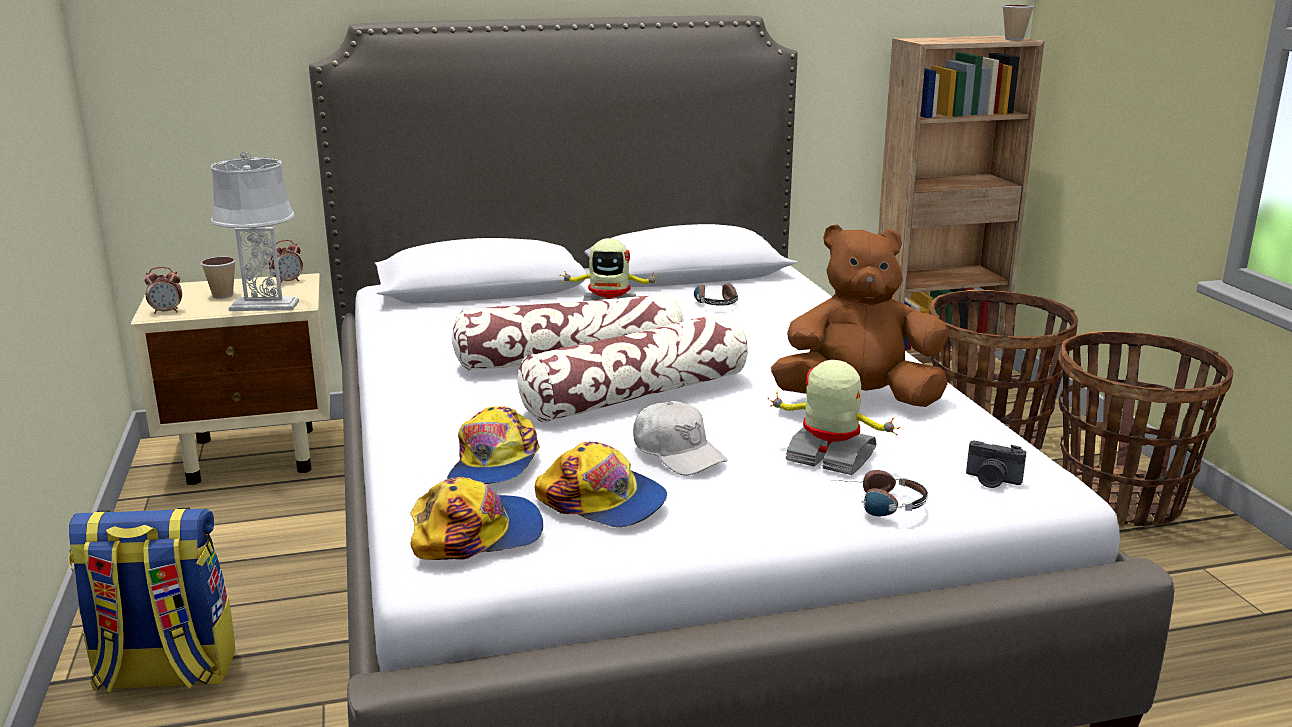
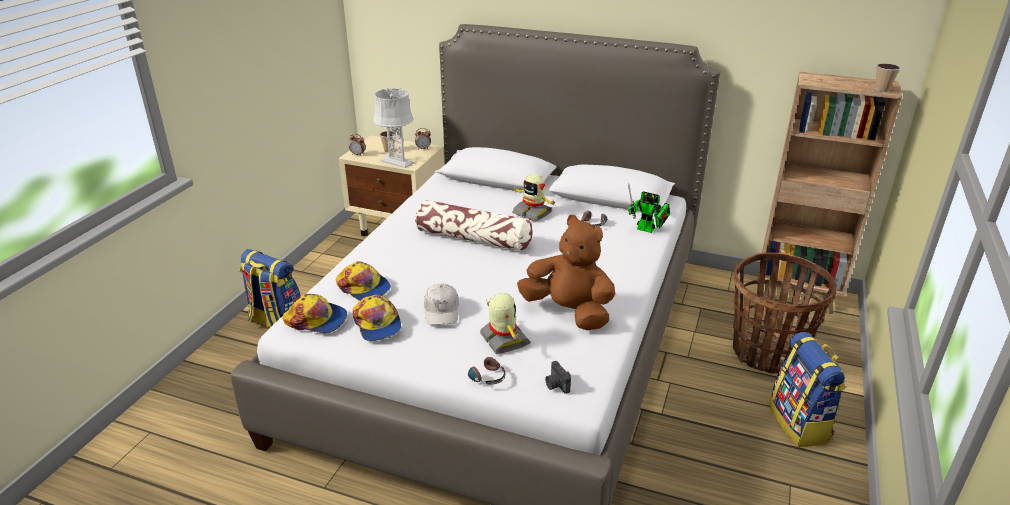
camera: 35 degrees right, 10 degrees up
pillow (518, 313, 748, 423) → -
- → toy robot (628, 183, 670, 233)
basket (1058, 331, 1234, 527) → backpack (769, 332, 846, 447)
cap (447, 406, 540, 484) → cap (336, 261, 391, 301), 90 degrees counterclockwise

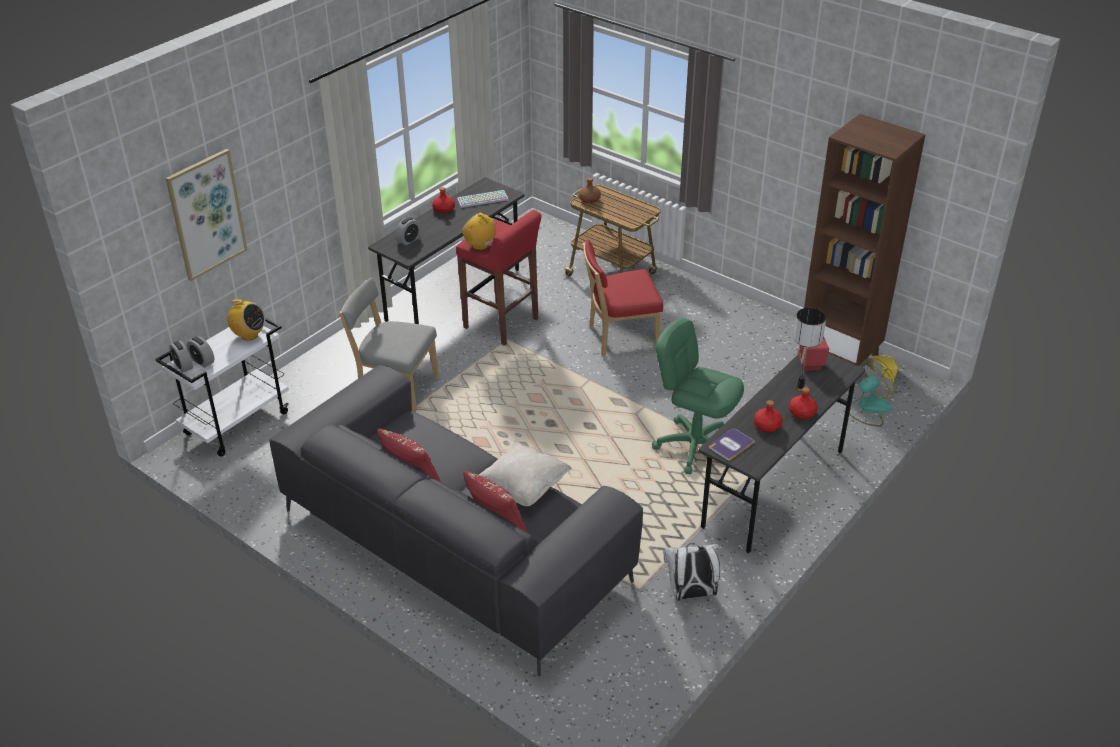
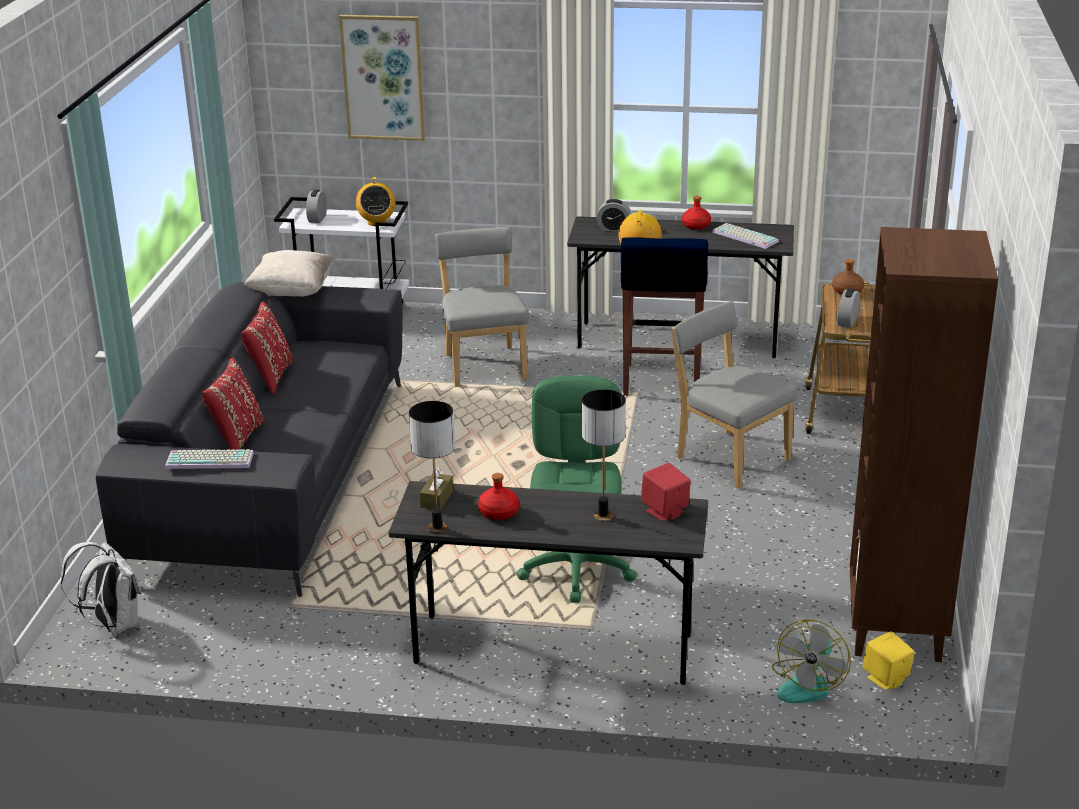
camera: 60 degrees right, 10 degrees down
red bottle (789, 387, 818, 419) → -
- → keyboard (165, 449, 254, 469)
- → table lamp (409, 401, 455, 534)
alarm clock (169, 341, 193, 373) → alarm clock (837, 288, 860, 328), moved
beige pillow (479, 440, 572, 506) → beige pillow (244, 250, 335, 297), moved
white backpack (664, 543, 720, 601) → white backpack (61, 542, 141, 634), moved
book (709, 428, 755, 461) → brown tissue box (420, 469, 453, 509)
red stool (456, 210, 542, 346) → blue stool (621, 237, 708, 396)
red chair (582, 239, 663, 357) → grey chair (671, 302, 798, 489)
fan (849, 358, 896, 426) → fan (772, 619, 851, 703), 90 degrees clockwise

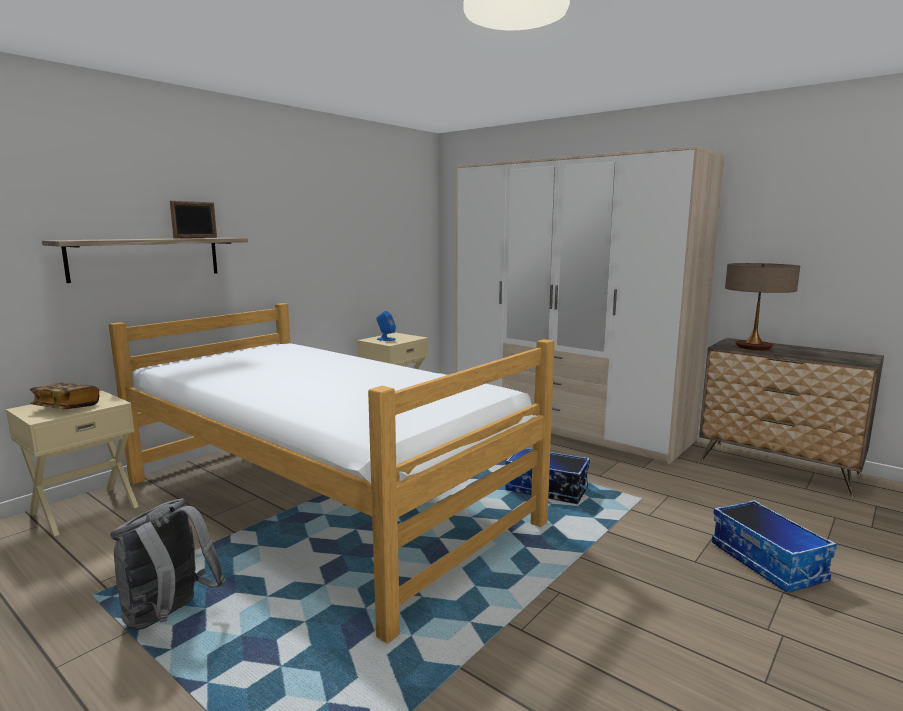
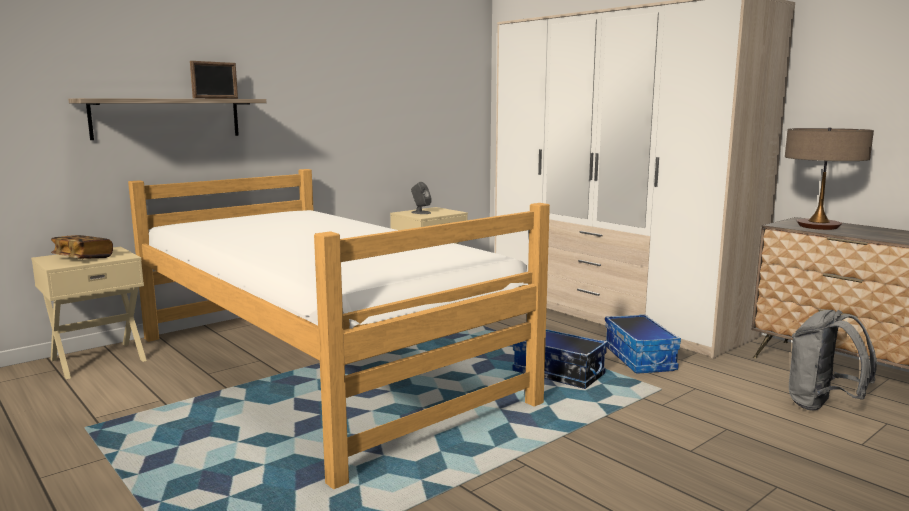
camera: 10 degrees right, 0 degrees up
grey backpack (110, 498, 226, 630) → grey backpack (789, 310, 877, 411), moved
storage box (712, 500, 837, 593) → storage box (605, 314, 681, 374), moved
blue speaker (376, 311, 396, 341) → grey speaker (411, 182, 432, 214)

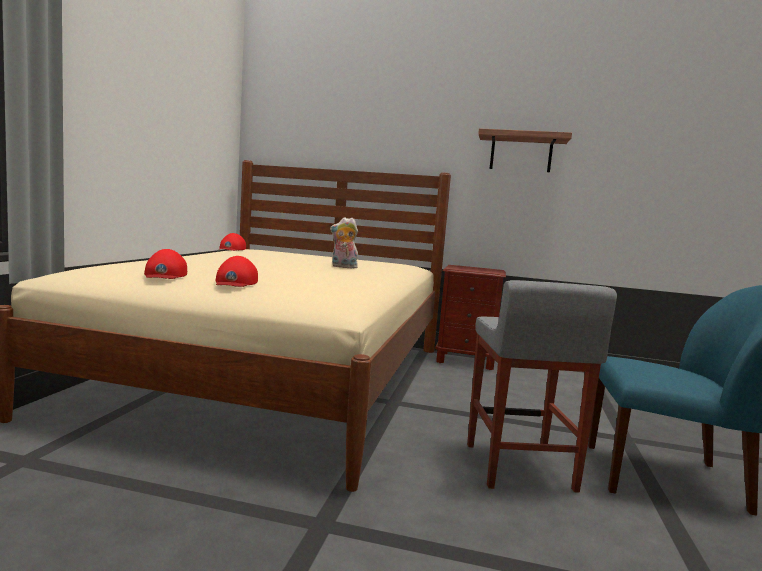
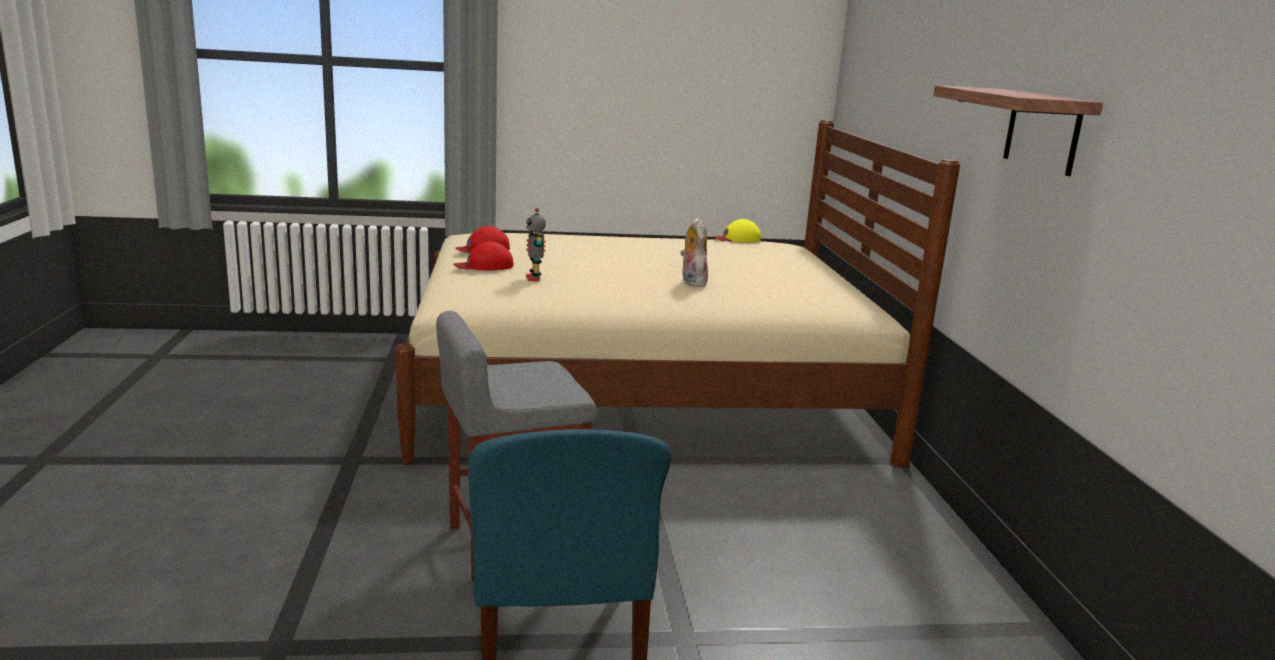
camera: 70 degrees right, 10 degrees up
brown nightstand (435, 265, 506, 370) → -
- → toy robot (526, 208, 546, 281)
red cap (220, 233, 246, 251) → yellow cap (713, 219, 761, 243)

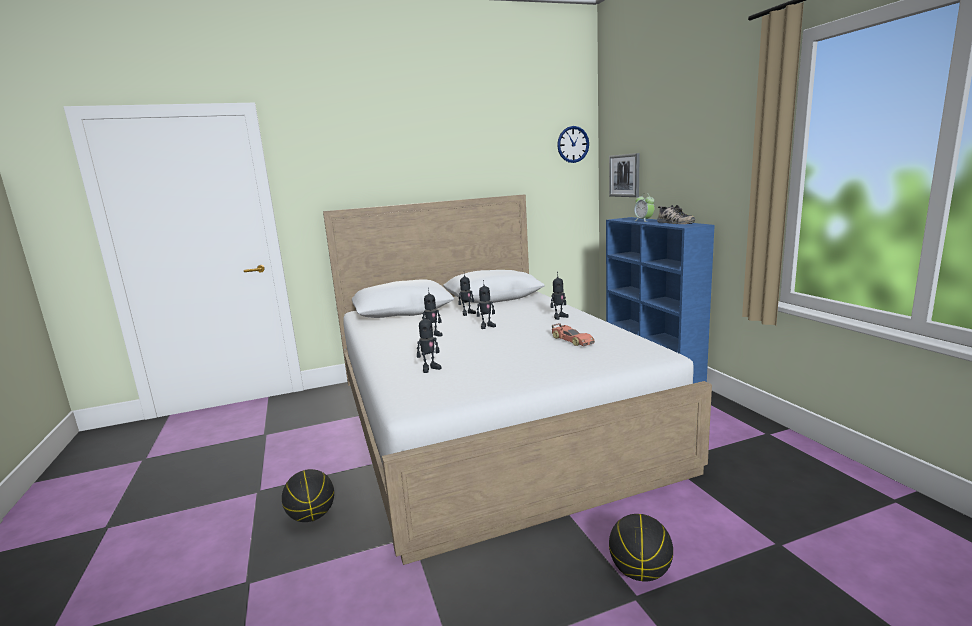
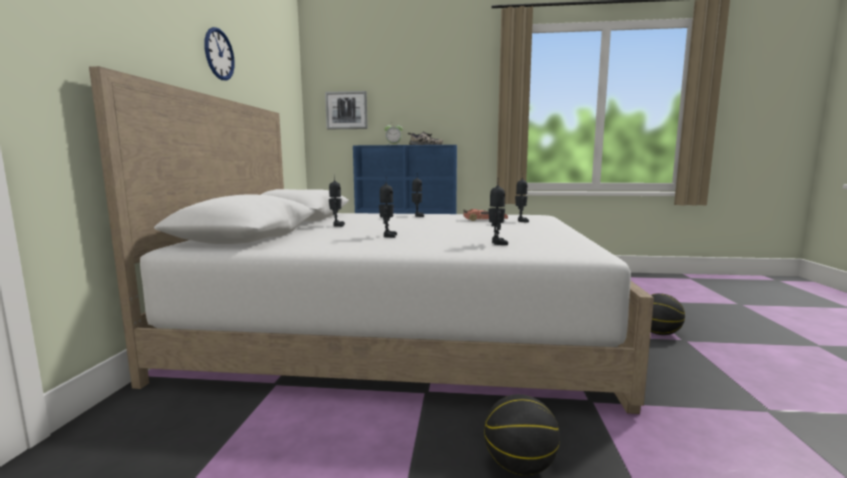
camera: 65 degrees left, 5 degrees down
toy robot (477, 280, 496, 329) → toy robot (515, 173, 529, 222), moved
wall clock (557, 126, 589, 163) → wall clock (204, 27, 234, 80), moved

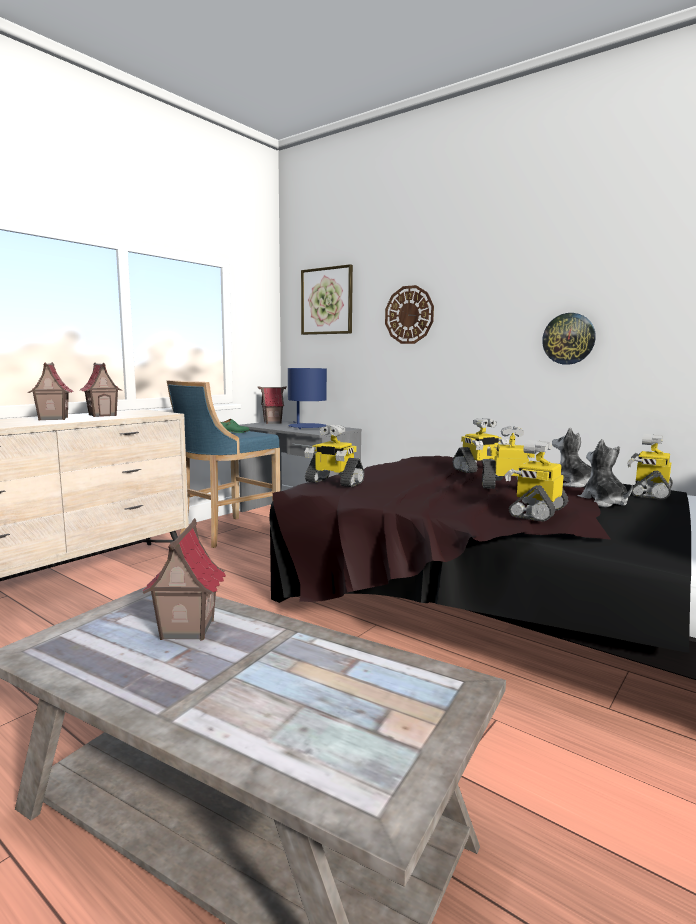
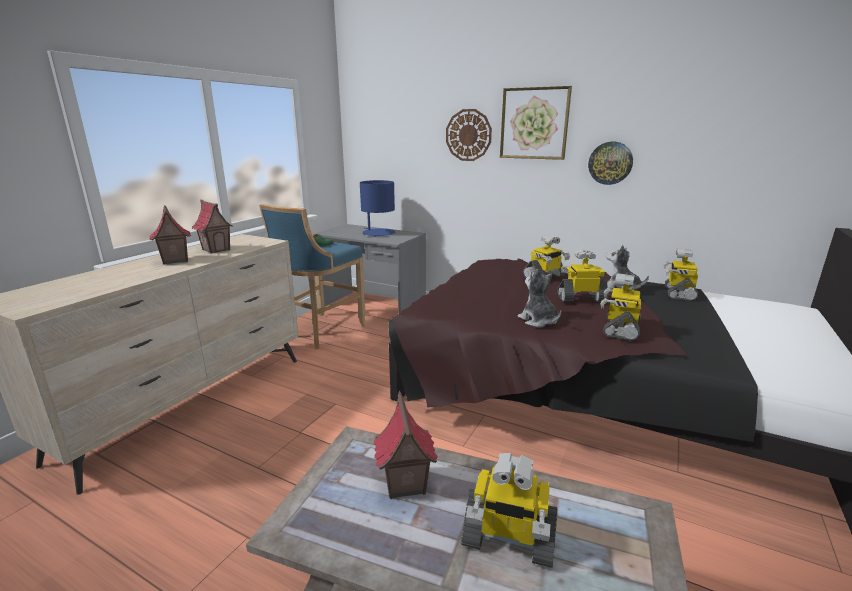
camera: 10 degrees left, 10 degrees up
toy house (258, 386, 287, 424) → -
picture (301, 264, 353, 335) → picture (500, 86, 572, 160), moved
toy robot (304, 425, 364, 487) → toy robot (461, 453, 558, 568), moved
plush toy (578, 439, 633, 507) → plush toy (518, 269, 561, 328), moved

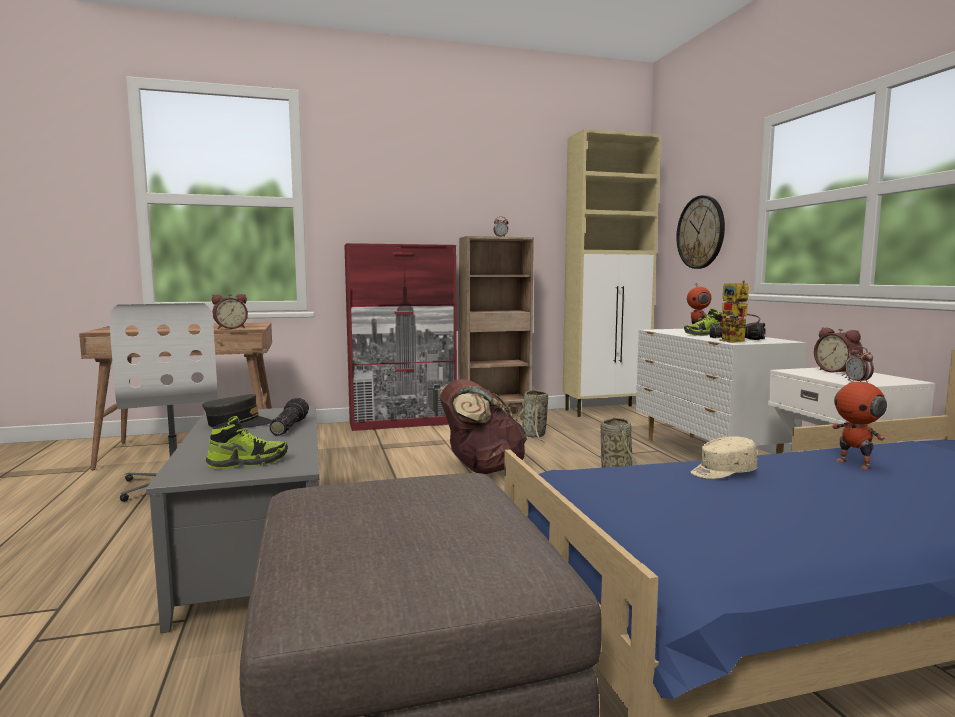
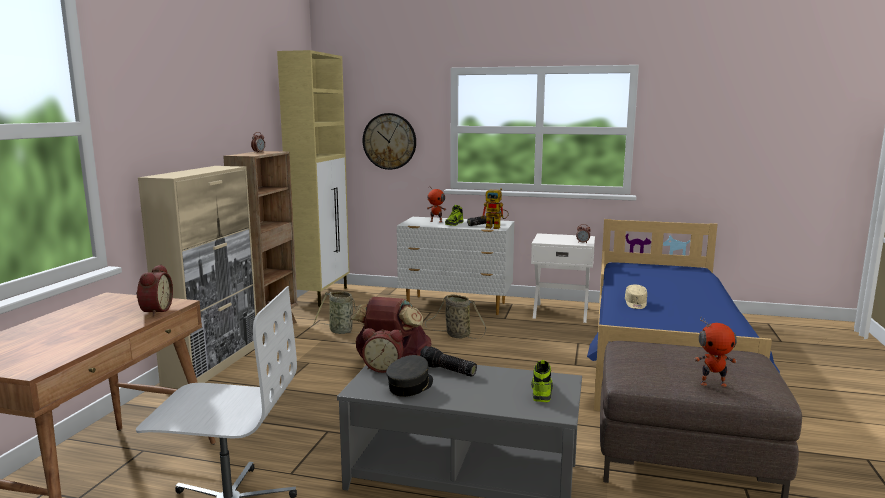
camera: 60 degrees left, 5 degrees up
alarm clock (814, 327, 863, 373) → alarm clock (362, 328, 403, 373), moved
toy robot (832, 372, 887, 470) → toy robot (694, 317, 737, 387), moved
red cabinet (344, 243, 457, 431) → beige cabinet (138, 166, 257, 389)

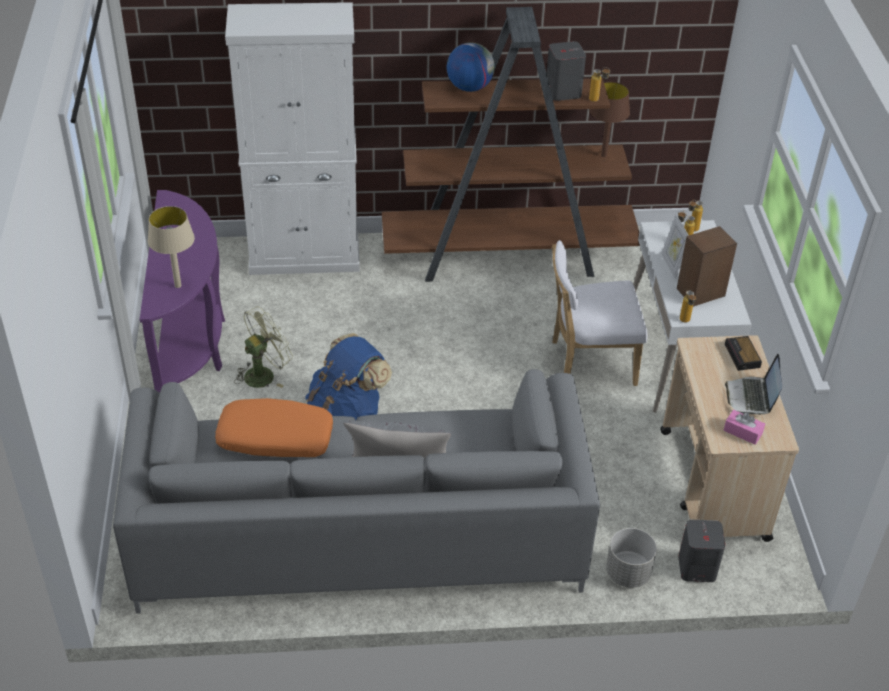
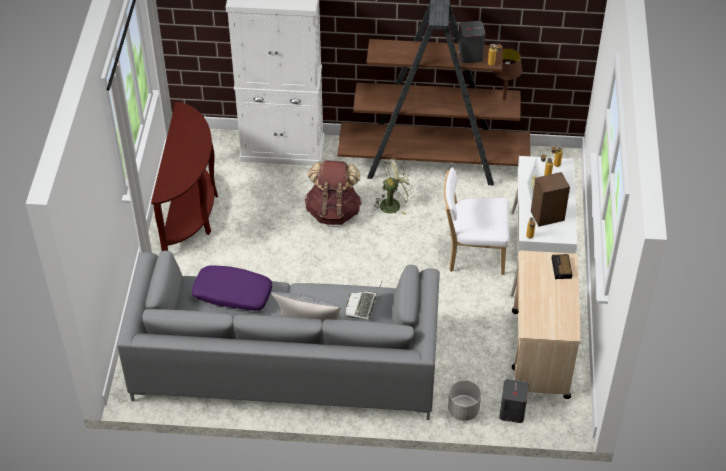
camera: 10 degrees right, 5 degrees up
beige table lamp (148, 206, 195, 288) → -
blue backpack (305, 333, 392, 420) → -
globe (447, 42, 495, 92) → -
pink tissue box (724, 410, 765, 445) → -
- → brown backpack (304, 161, 362, 225)
green fan (234, 306, 293, 388) → green fan (373, 158, 415, 215), moved
laptop (725, 354, 782, 415) → laptop (345, 279, 383, 319), moved
purple console table (140, 190, 225, 393) → brown console table (151, 102, 218, 251)
orange pillow (215, 398, 333, 457) → purple pillow (192, 265, 272, 311)

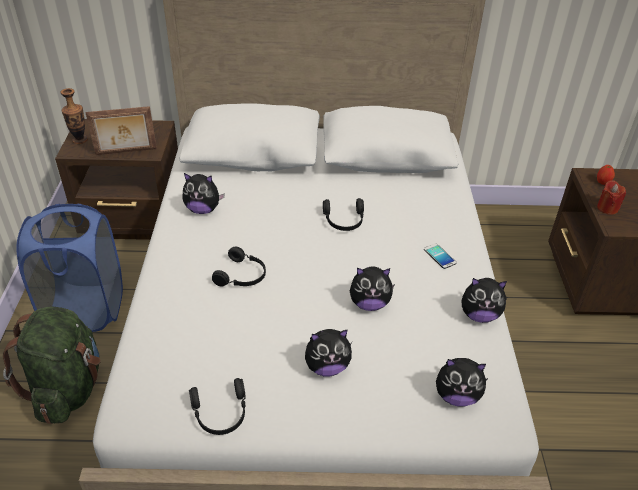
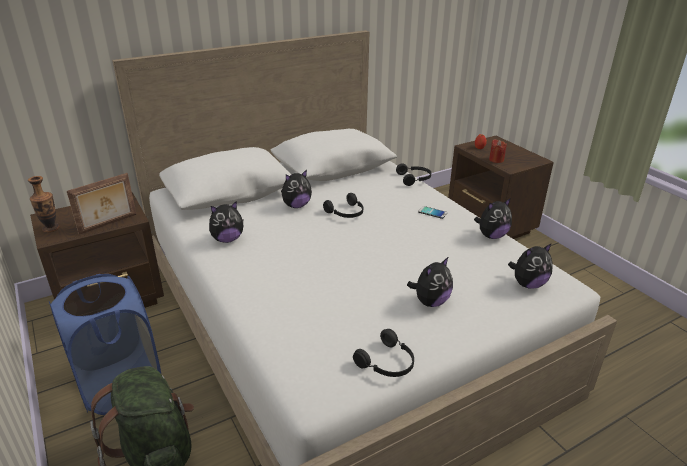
camera: 30 degrees left, 10 degrees down
black headphones (212, 247, 266, 287) → black headphones (396, 164, 431, 186), moved
plush toy (350, 266, 395, 311) → plush toy (281, 170, 312, 208), moved

